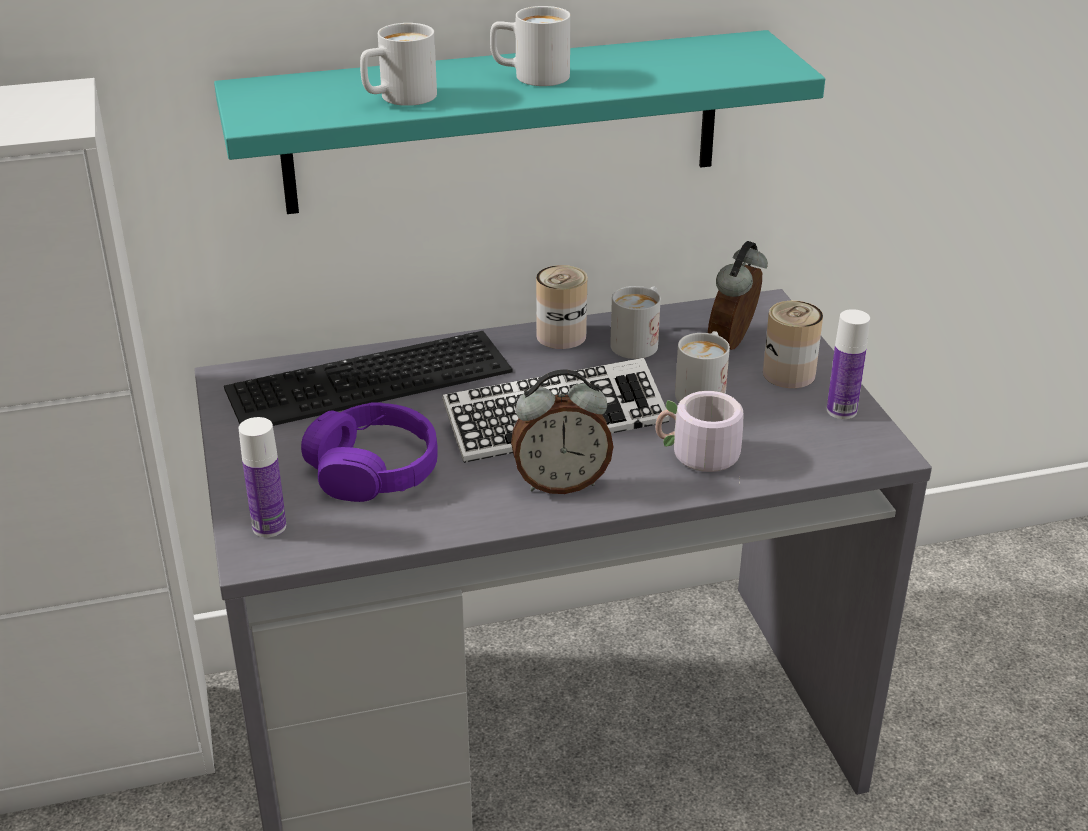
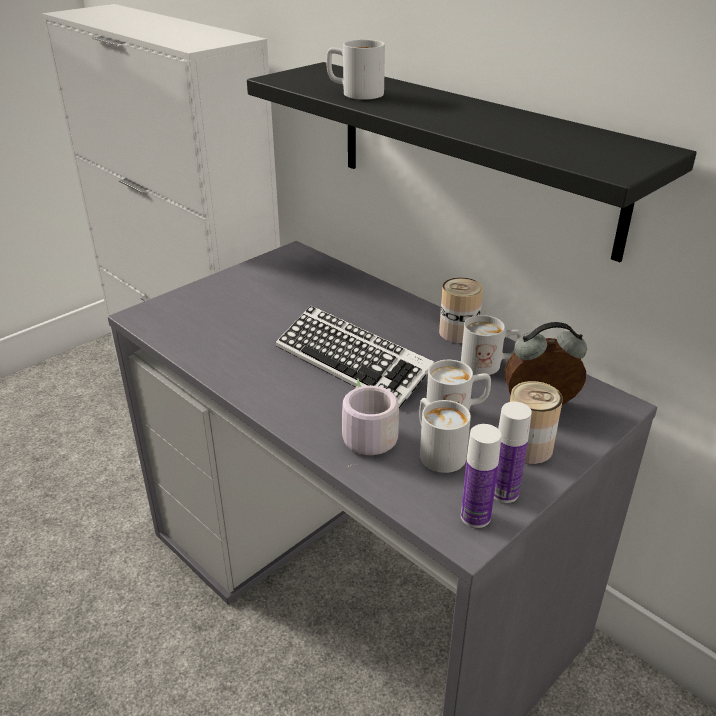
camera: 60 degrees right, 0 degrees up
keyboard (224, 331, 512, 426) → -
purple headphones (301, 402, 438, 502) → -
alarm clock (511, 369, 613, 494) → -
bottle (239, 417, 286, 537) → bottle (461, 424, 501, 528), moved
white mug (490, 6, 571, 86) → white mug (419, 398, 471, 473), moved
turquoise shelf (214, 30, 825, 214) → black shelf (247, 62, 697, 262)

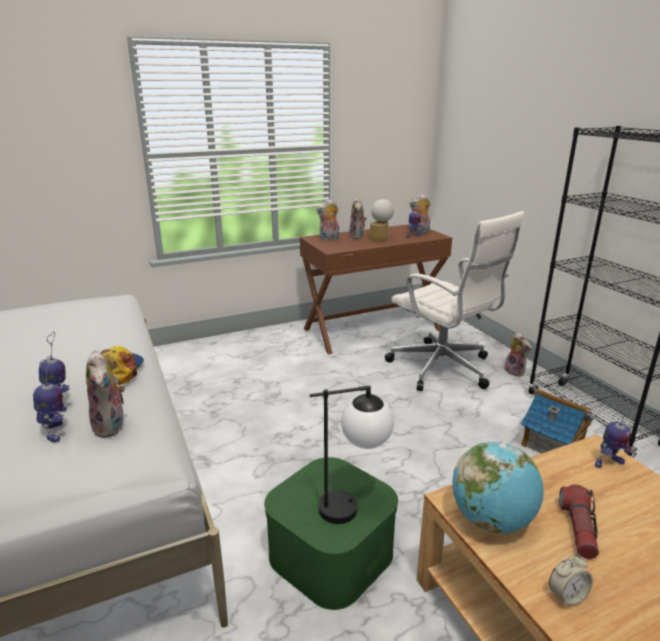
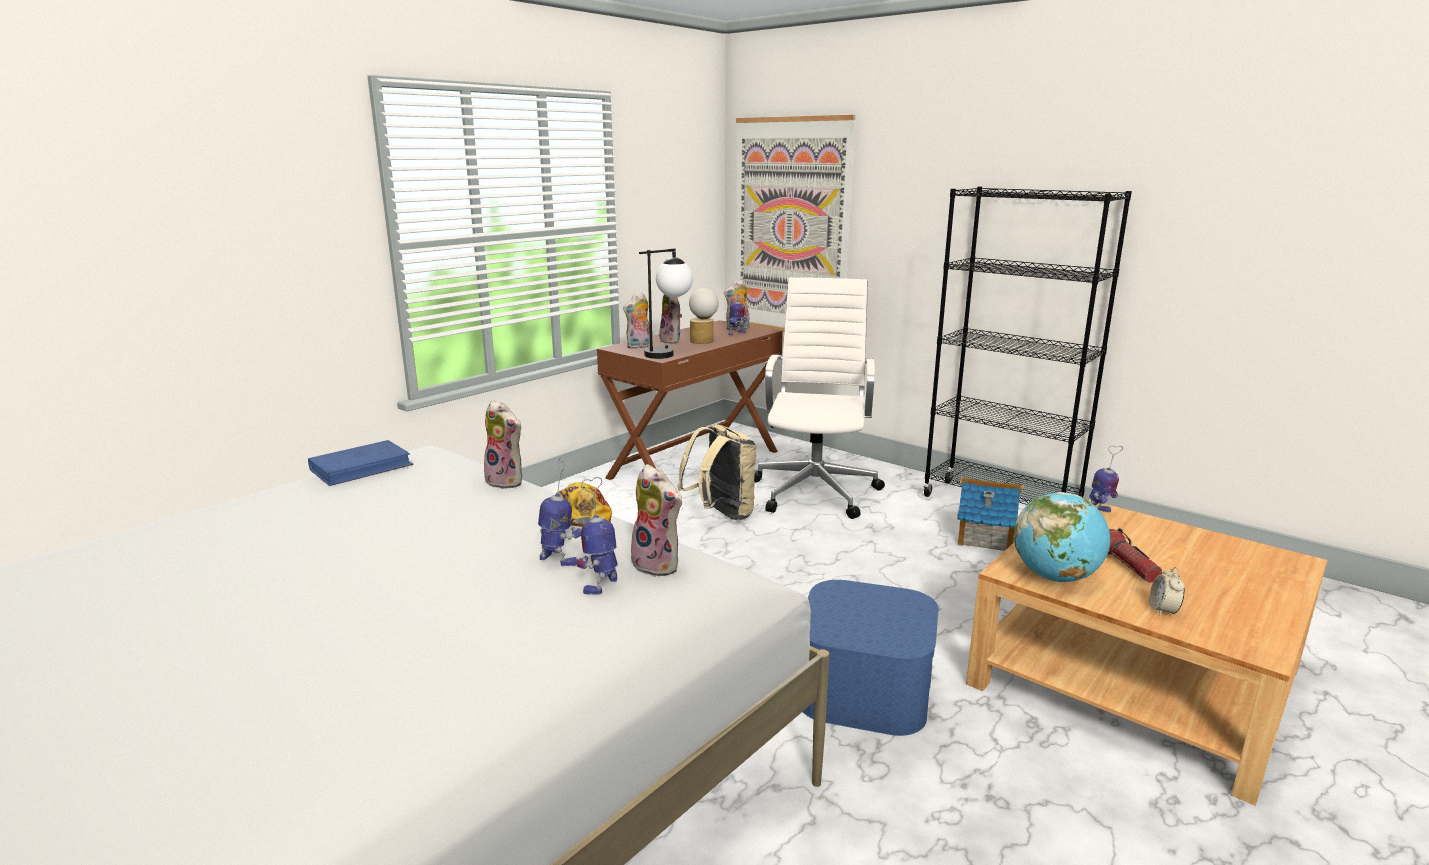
camera: 25 degrees left, 5 degrees down
- → blue book (308, 440, 414, 486)
- → beige backpack (677, 424, 757, 521)
- → picture (736, 115, 855, 332)
table lamp (310, 385, 394, 524) → table lamp (639, 248, 693, 359), moved
plush toy (504, 332, 532, 376) → plush toy (482, 400, 523, 489), moved
green storage box (264, 457, 398, 610) → blue storage box (803, 580, 939, 736)
toy robot (33, 356, 64, 443) → toy robot (577, 477, 618, 594), 105 degrees counterclockwise
white office chair (385, 211, 525, 391) → white office chair (754, 277, 885, 519), 105 degrees counterclockwise
alarm clock (549, 554, 593, 607) → alarm clock (1149, 567, 1185, 616), 150 degrees clockwise

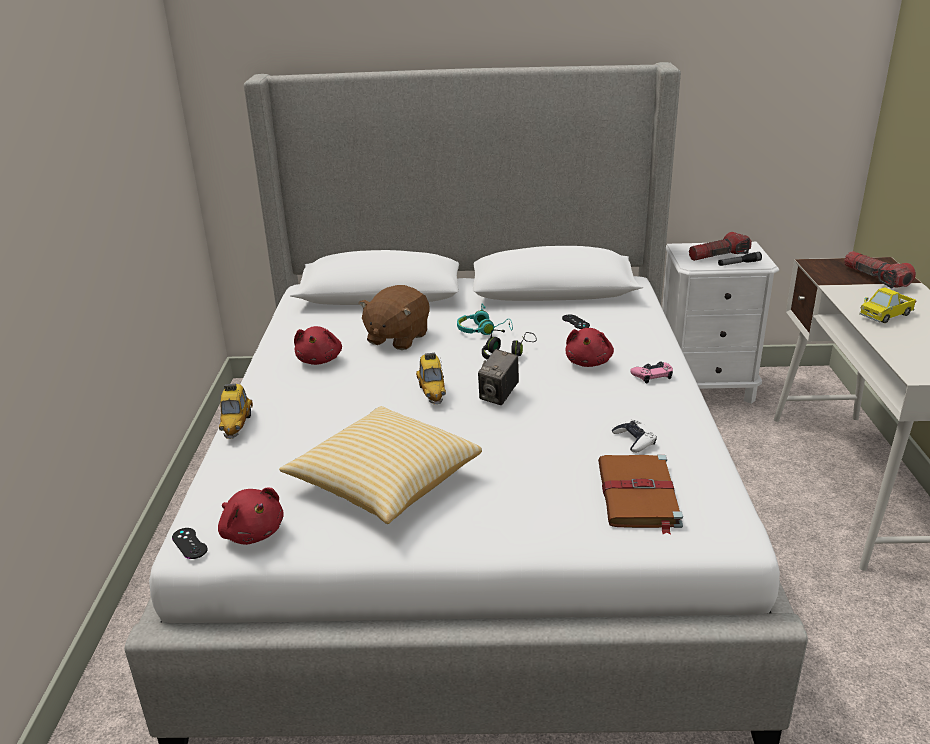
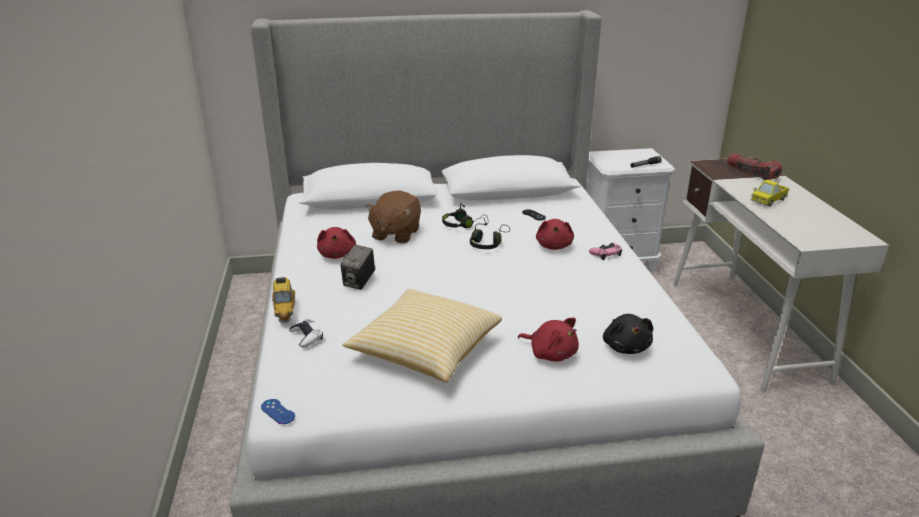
camera: 10 degrees left, 0 degrees up
toy car (416, 353, 446, 405) → -
flashlight (689, 232, 752, 261) → -
red plush toy (218, 487, 284, 545) → red plush toy (518, 318, 579, 361), moved
photo camera (478, 349, 519, 405) → photo camera (341, 245, 375, 290), moved
white game controller (612, 419, 657, 453) → white game controller (289, 319, 323, 348), moved
brown book (598, 455, 683, 535) → black plush toy (603, 314, 653, 354)
black game controller (172, 528, 208, 559) → blue game controller (261, 399, 295, 424)
turquoise headphones (457, 304, 513, 335) → black headphones (442, 203, 488, 228)

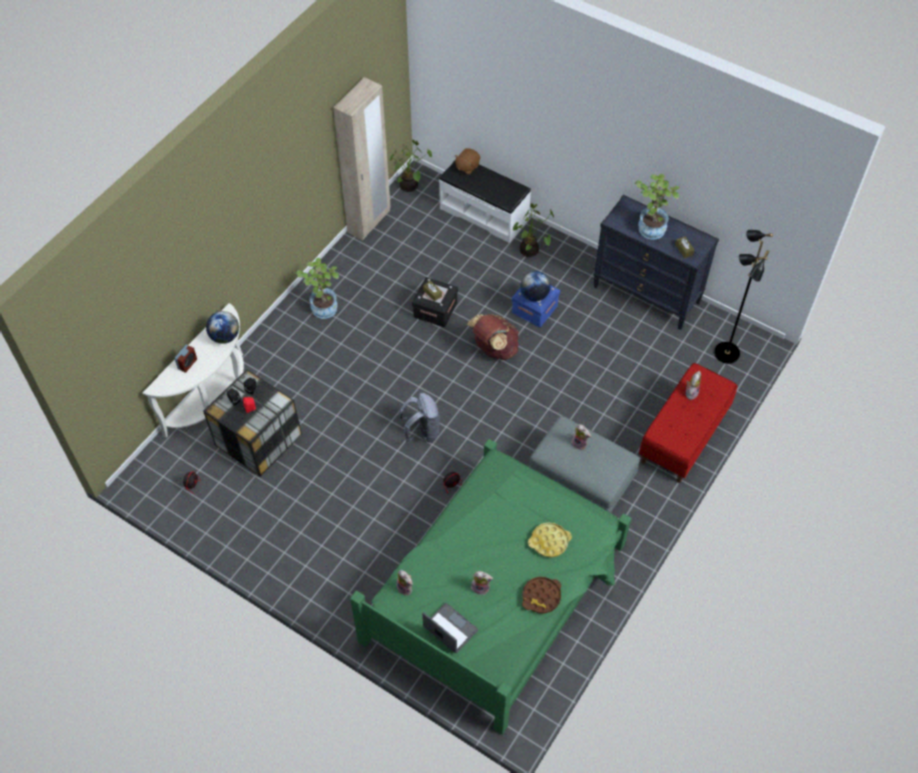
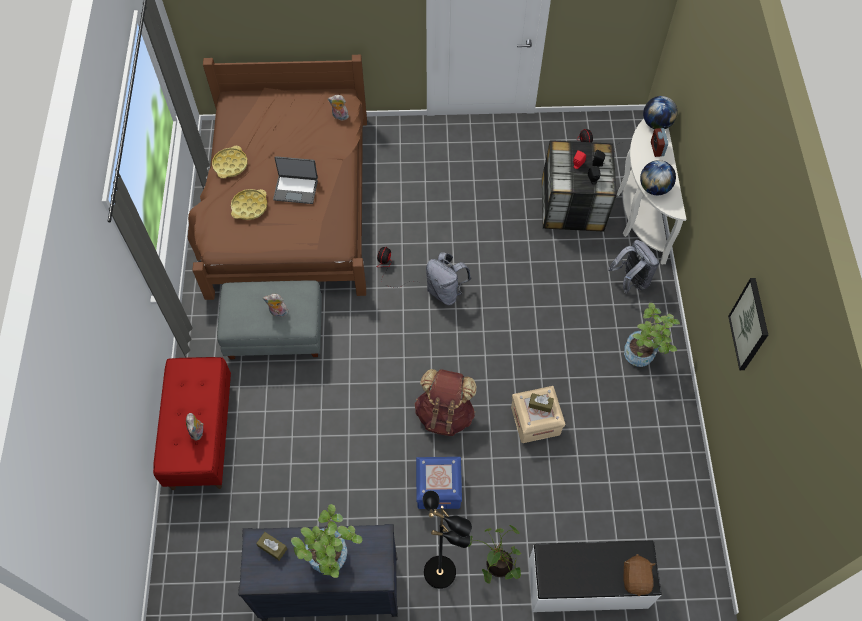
camera: 145 degrees right, 5 degrees up
beige wardrobe (333, 77, 391, 240) → -
potted plant (389, 140, 432, 192) → -
plush toy (471, 571, 493, 595) → -
- → grey backpack (608, 240, 659, 294)
- → picture (728, 278, 768, 370)
laptop (422, 603, 478, 653) → laptop (273, 156, 318, 204), moved
globe (520, 271, 551, 301) → globe (643, 96, 678, 129), moved
black floor lamp (714, 230, 773, 364) → black floor lamp (423, 491, 472, 589), moved
green bed (350, 439, 631, 735) → brown bed (188, 55, 367, 300)
black storage box (412, 277, 458, 327) → beige storage box (511, 386, 565, 443)
brown tray (522, 577, 561, 613) → yellow tray (212, 146, 248, 178)

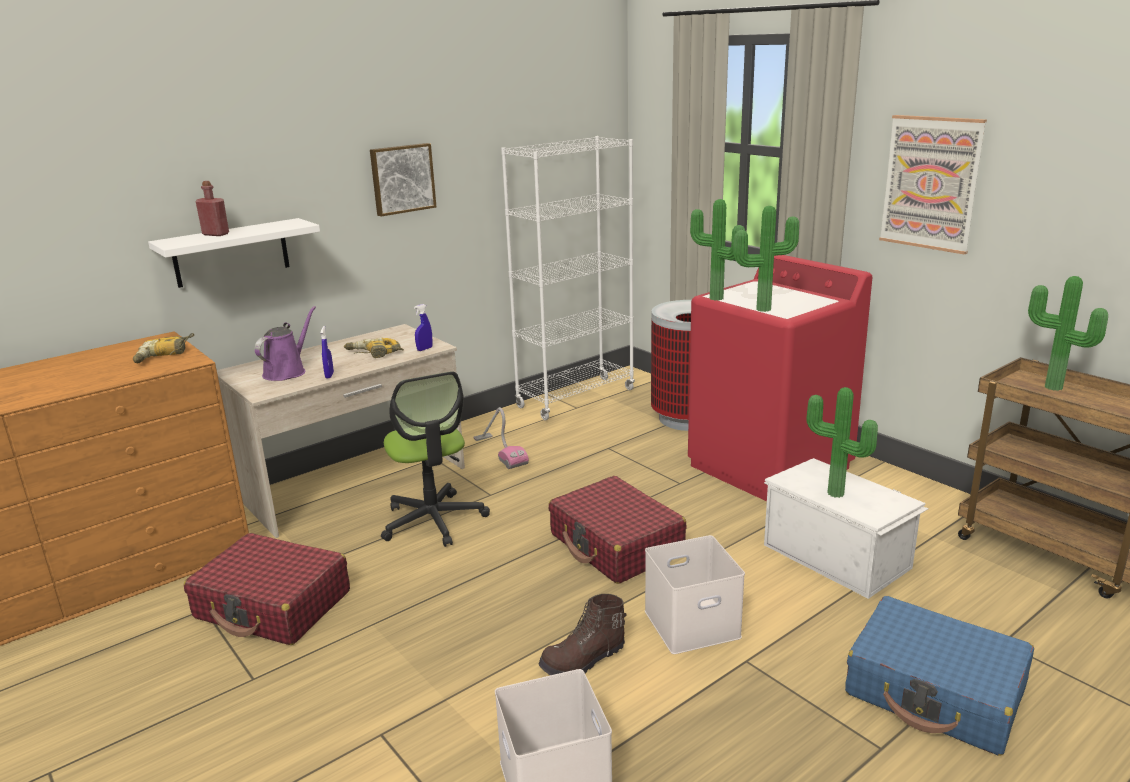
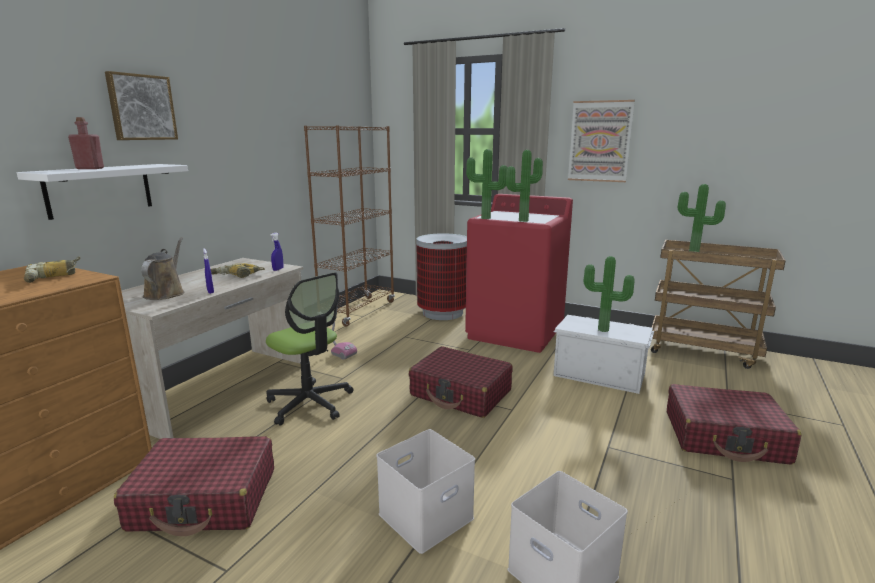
camera: 25 degrees left, 5 degrees down
brown boot (538, 594, 627, 675) → -
picture (370, 143, 436, 216) → picture (105, 71, 178, 140), moved
white storage box (645, 535, 745, 654) → white storage box (377, 429, 475, 554), moved
purple watering can (255, 306, 316, 381) → brown watering can (141, 237, 184, 300)
white bookcase (501, 136, 635, 420) → brown bookcase (304, 125, 395, 327)
blue suitcase (845, 596, 1034, 756) → red suitcase (667, 384, 802, 465)

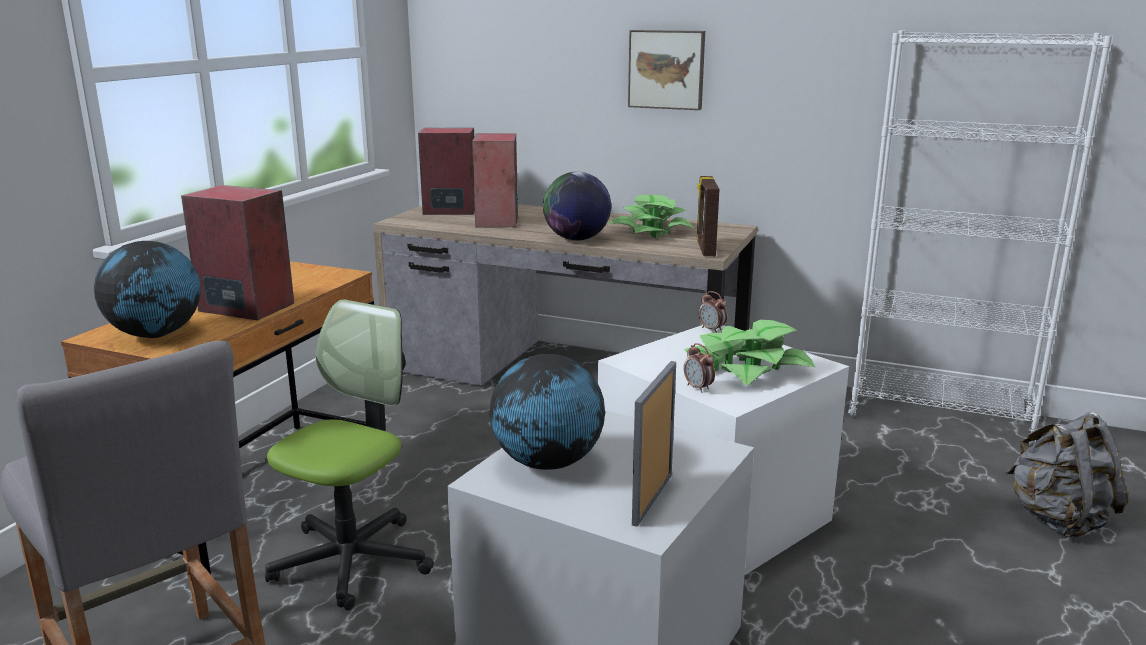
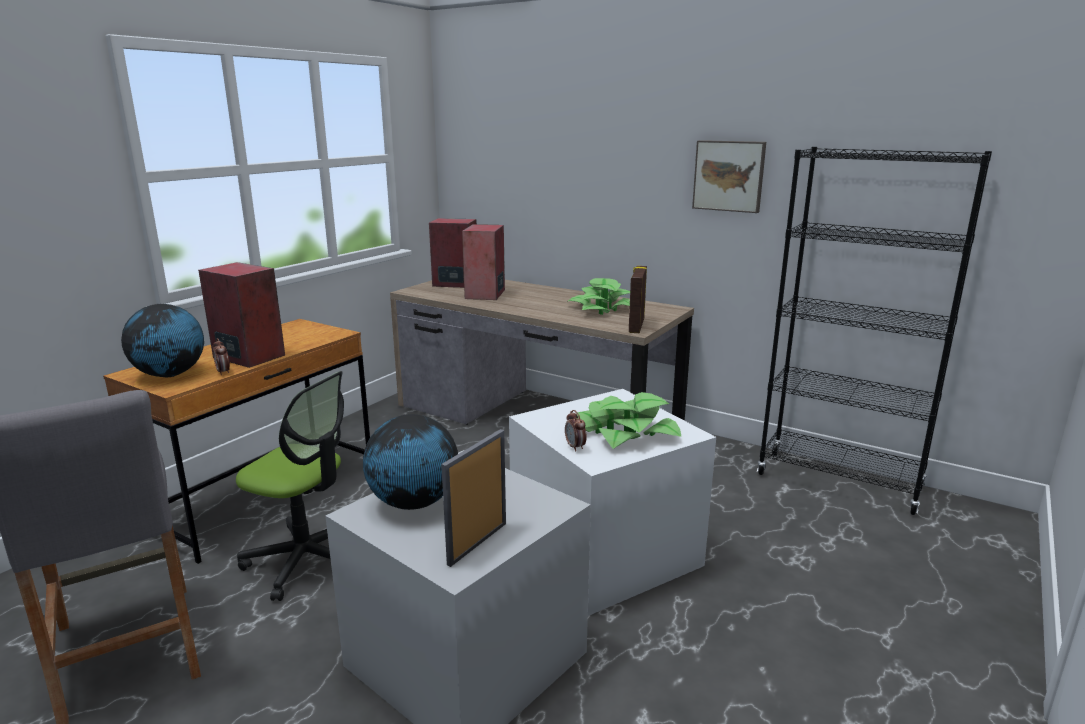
camera: 10 degrees right, 0 degrees up
globe (543, 172, 611, 241) → -
grey backpack (1006, 412, 1128, 537) → -
picture (628, 30, 705, 110) → picture (692, 140, 766, 213), moved
alarm clock (699, 291, 727, 333) → alarm clock (213, 338, 230, 375), moved
white bookcase (848, 31, 1113, 446) → black bookcase (757, 147, 992, 515)
office chair (265, 299, 434, 610) → office chair (236, 371, 344, 601), 75 degrees clockwise

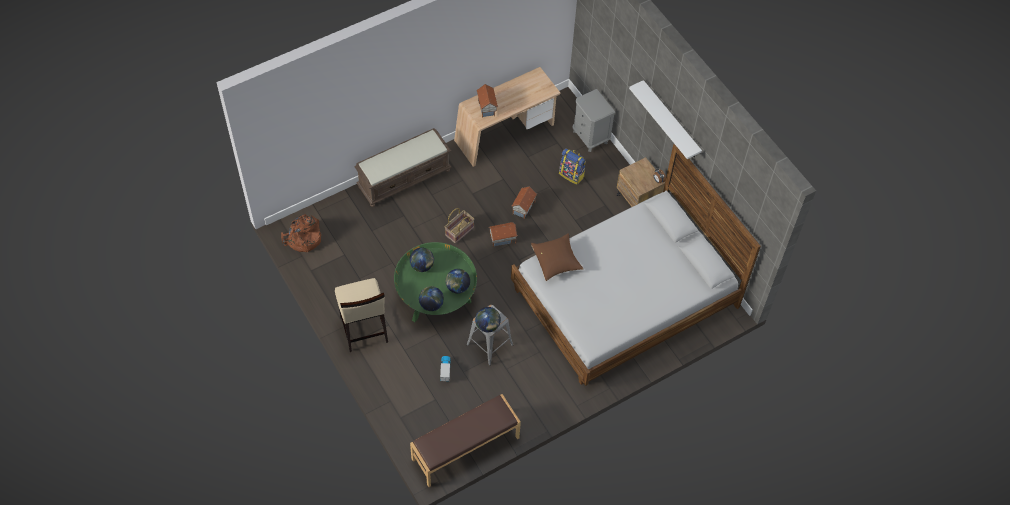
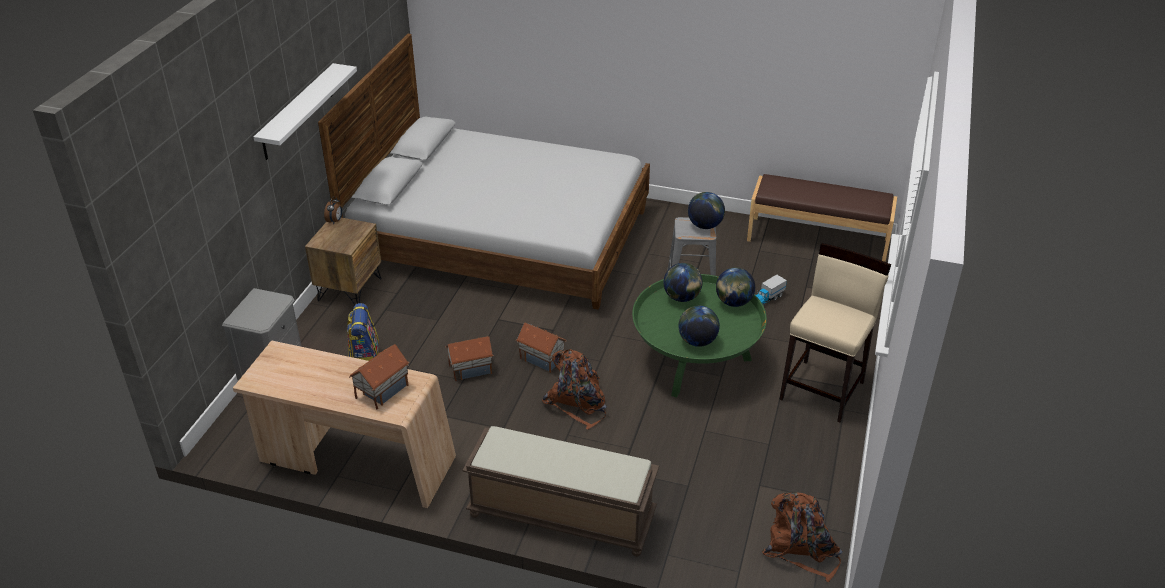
camera: 130 degrees left, 20 degrees down
brown pillow (531, 233, 583, 281) → -
basket (445, 208, 474, 244) → brown backpack (542, 349, 607, 430)

